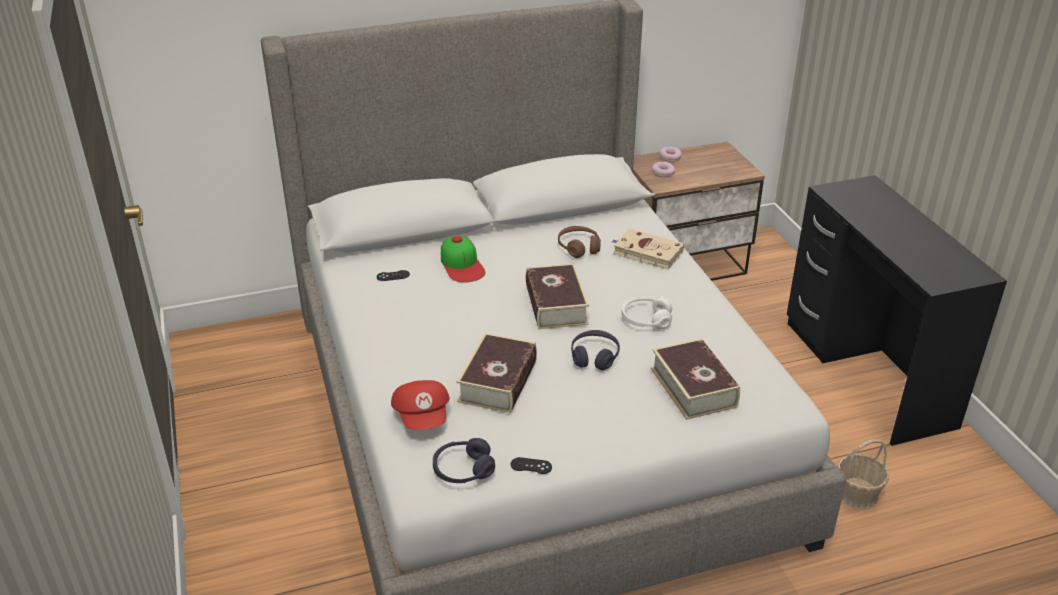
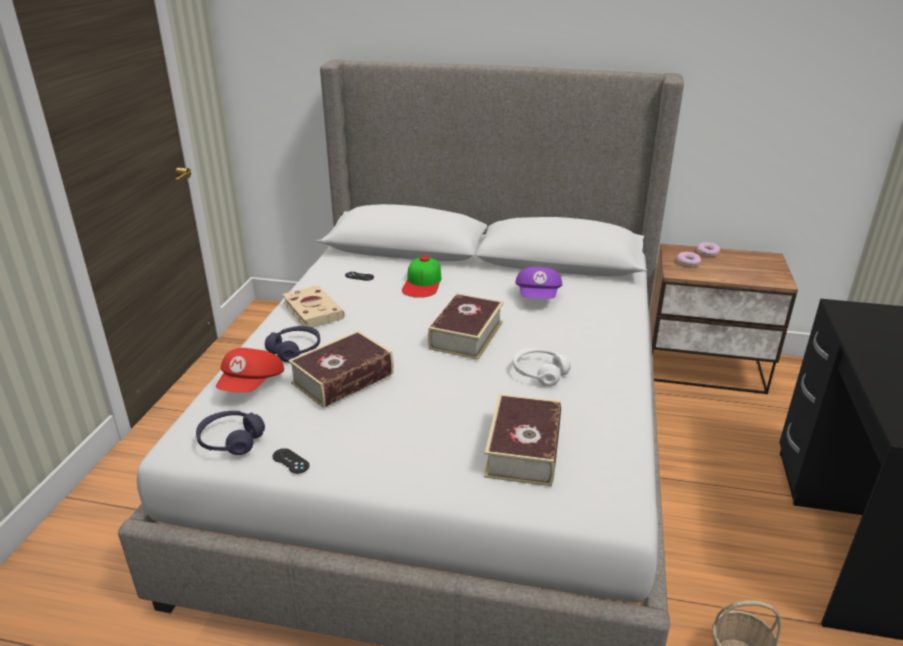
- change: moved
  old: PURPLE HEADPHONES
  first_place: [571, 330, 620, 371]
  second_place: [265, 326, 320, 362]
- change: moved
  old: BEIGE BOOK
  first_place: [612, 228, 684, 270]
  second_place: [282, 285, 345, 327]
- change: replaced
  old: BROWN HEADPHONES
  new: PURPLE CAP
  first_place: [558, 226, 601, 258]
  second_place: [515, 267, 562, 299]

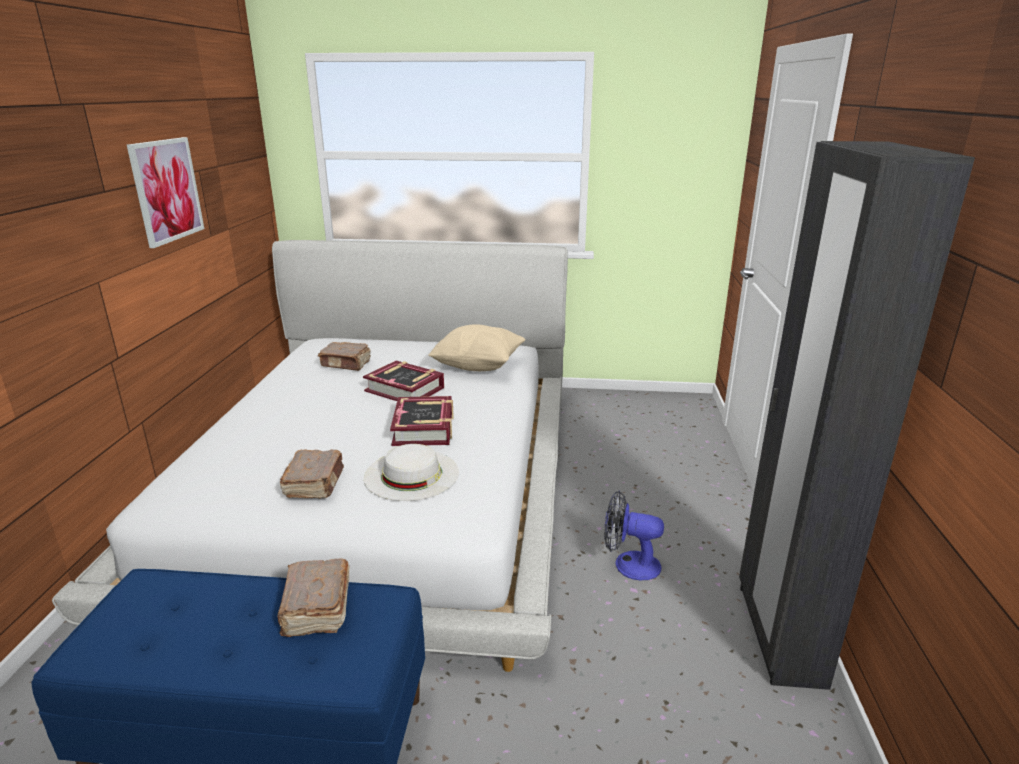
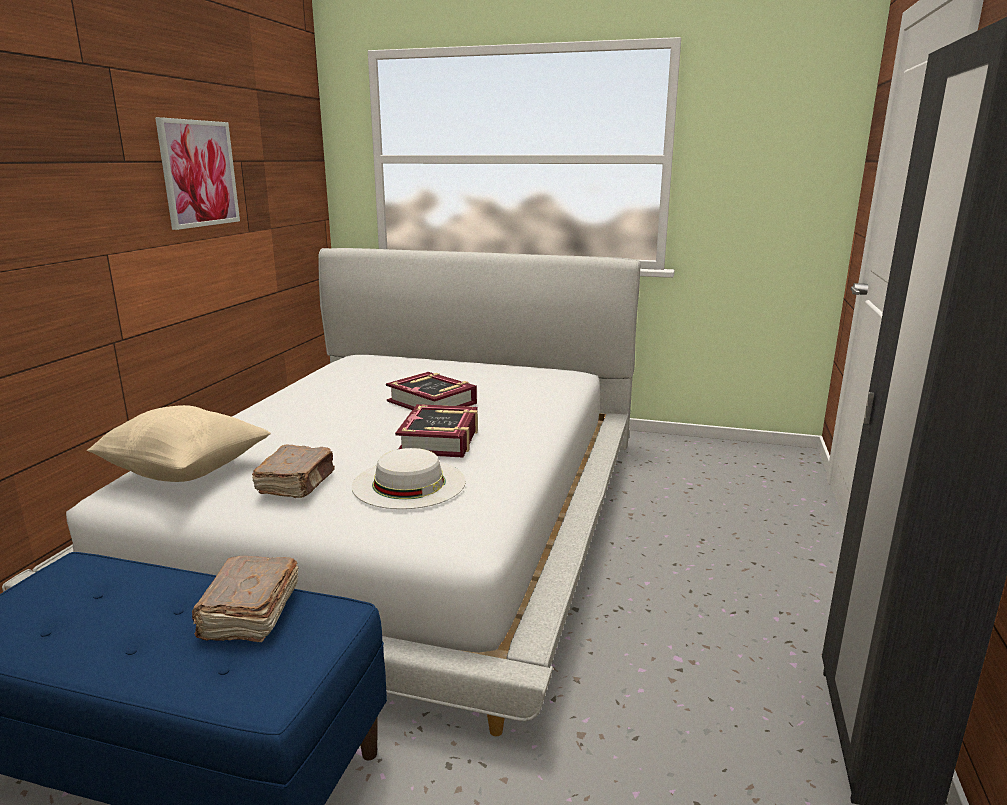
- change: moved
  old: BEIGE PILLOW
  first_place: [428, 324, 526, 371]
  second_place: [87, 405, 271, 482]
- change: removed
  old: BROWN BOOK
  first_place: [318, 342, 371, 371]
- change: removed
  old: FAN
  first_place: [605, 491, 664, 580]

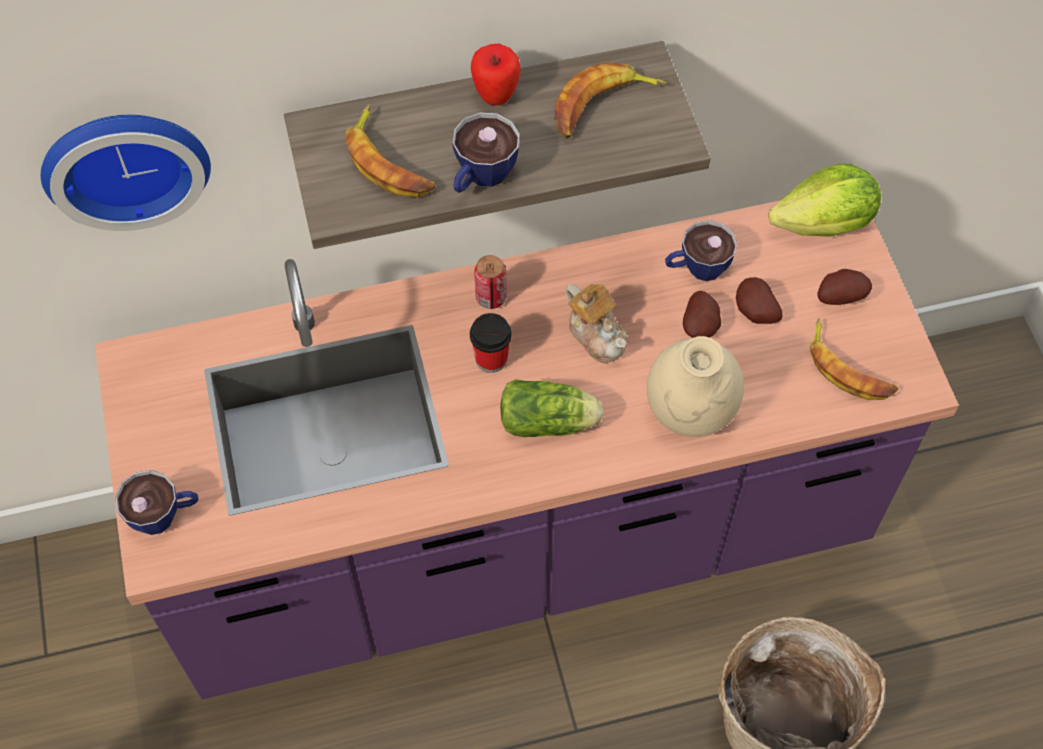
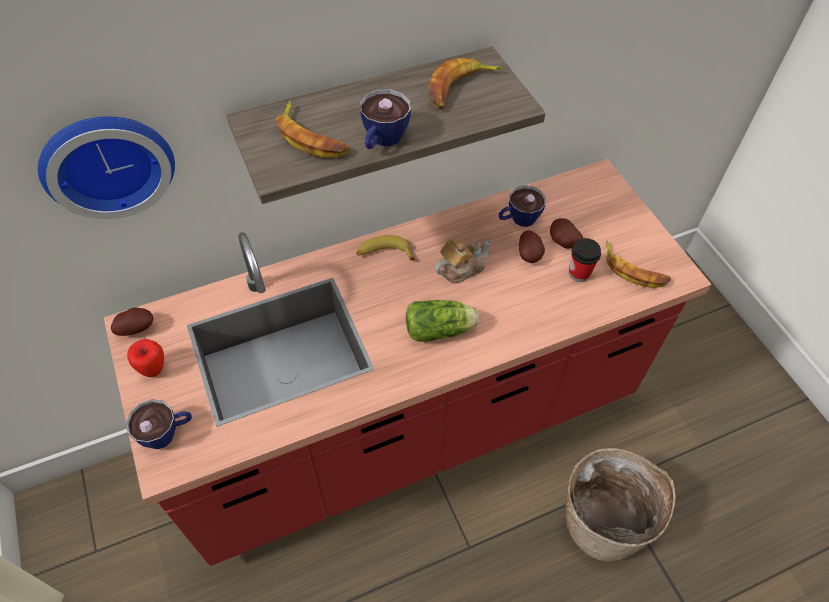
- change: recoloured
  old: PURPLE COUNTER
  new: RED COUNTER
  first_place: [95, 200, 959, 699]
  second_place: [104, 159, 712, 566]
- change: moved
  old: POTATO
  first_place: [818, 269, 872, 305]
  second_place: [111, 308, 153, 336]
- change: moved
  old: APPLE
  first_place: [471, 44, 520, 105]
  second_place: [127, 339, 164, 377]
- change: replaced
  old: CAN
  new: BANANA
  first_place: [474, 255, 506, 309]
  second_place: [356, 235, 415, 260]
- change: turned
  old: TEAPOT
  first_place: [566, 284, 627, 363]
  second_place: [434, 239, 492, 283]
  degrees: -75
- change: moved
  old: CUP
  first_place: [470, 313, 512, 373]
  second_place: [569, 238, 601, 282]
- change: removed
  old: BEIGE VASE
  first_place: [647, 336, 744, 437]
- change: removed
  old: LETTUCE
  first_place: [768, 164, 881, 237]

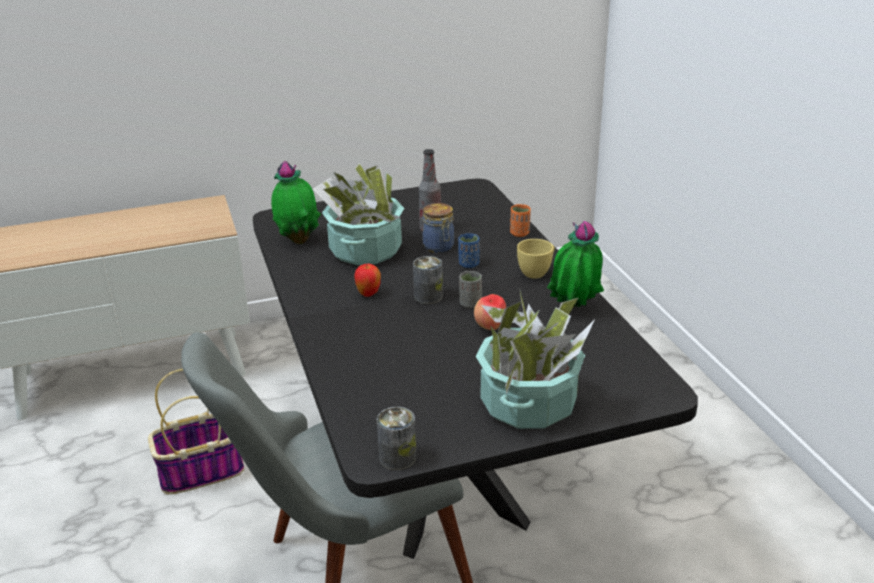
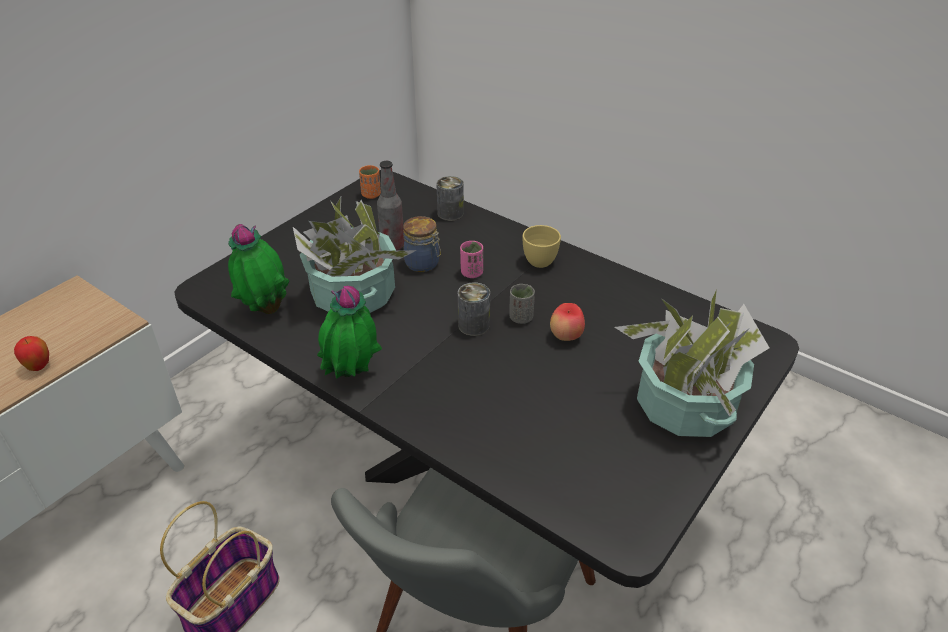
- change: moved
  old: APPLE
  first_place: [354, 264, 381, 297]
  second_place: [14, 336, 49, 371]
- change: moved
  old: POTTED PLANT
  first_place: [547, 221, 604, 308]
  second_place: [317, 286, 382, 379]
- change: moved
  old: ORANGE CUP
  first_place: [510, 204, 531, 237]
  second_place: [359, 165, 381, 199]
- change: moved
  old: CAN
  first_place: [377, 407, 416, 470]
  second_place: [436, 176, 464, 221]
- change: recoloured
  old: BLUE CUP
  new: PINK CUP
  first_place: [458, 233, 480, 268]
  second_place: [460, 241, 483, 278]

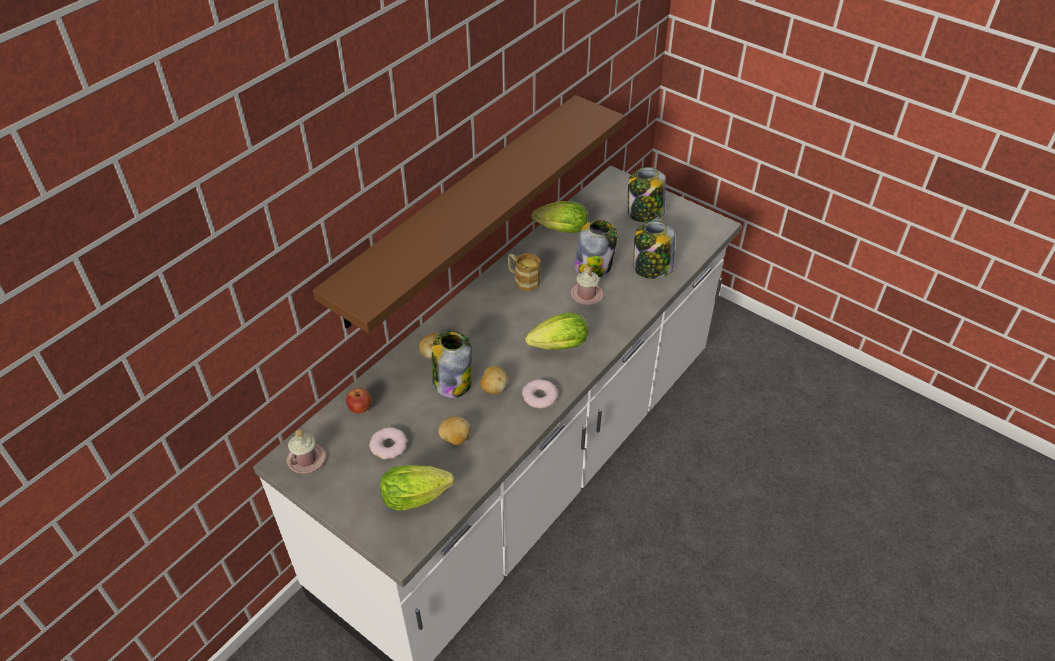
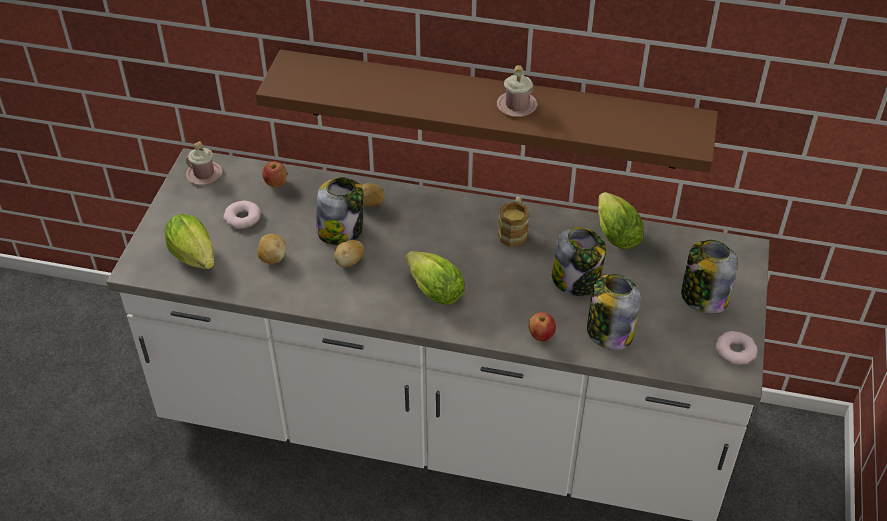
- change: moved
  old: PINK MUG
  first_place: [570, 266, 603, 305]
  second_place: [497, 65, 538, 117]
- change: added
  new: APPLE
  second_place: [528, 312, 556, 341]
- change: moved
  old: DONUT
  first_place: [522, 379, 558, 408]
  second_place: [715, 331, 757, 365]

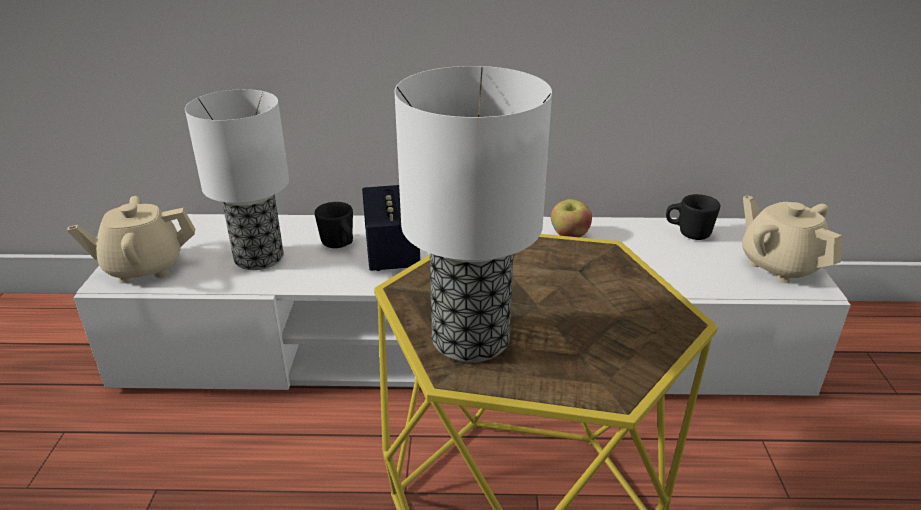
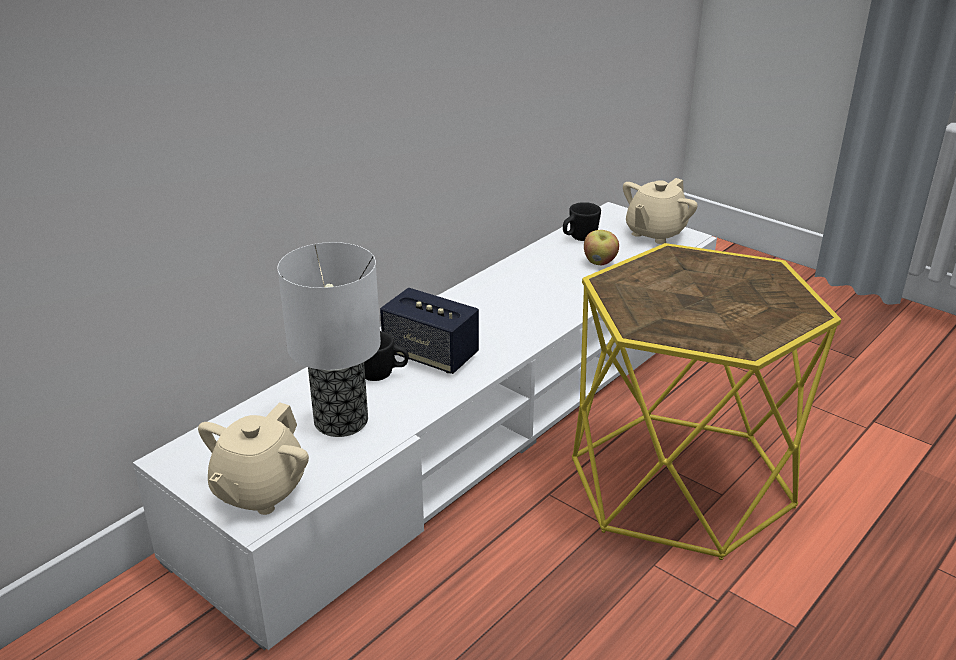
- change: moved
  old: APPLE
  first_place: [551, 199, 592, 237]
  second_place: [584, 230, 619, 265]
- change: turned
  old: BEIGE TEAPOT
  first_place: [742, 195, 842, 283]
  second_place: [623, 178, 698, 244]
  degrees: -60
- change: removed
  old: TABLE LAMP
  first_place: [394, 66, 552, 363]

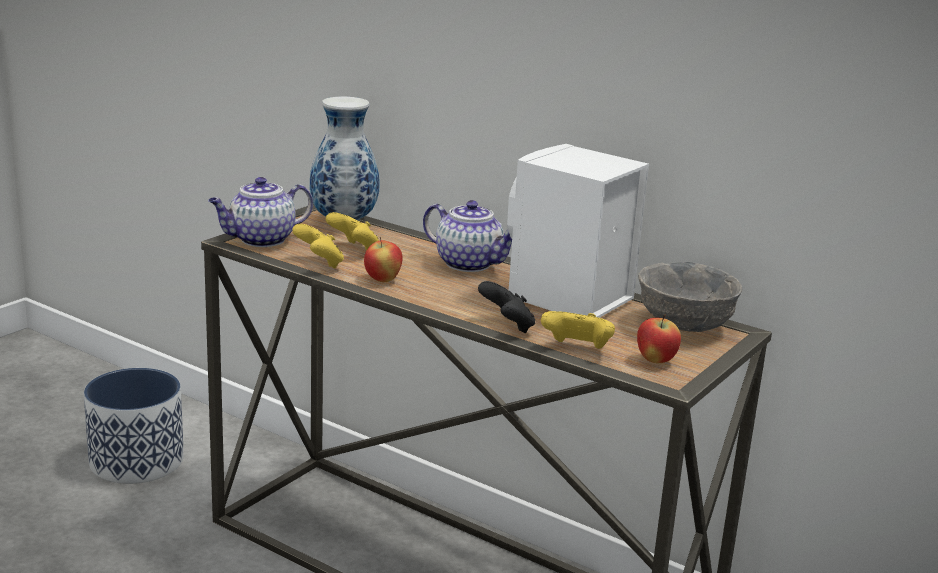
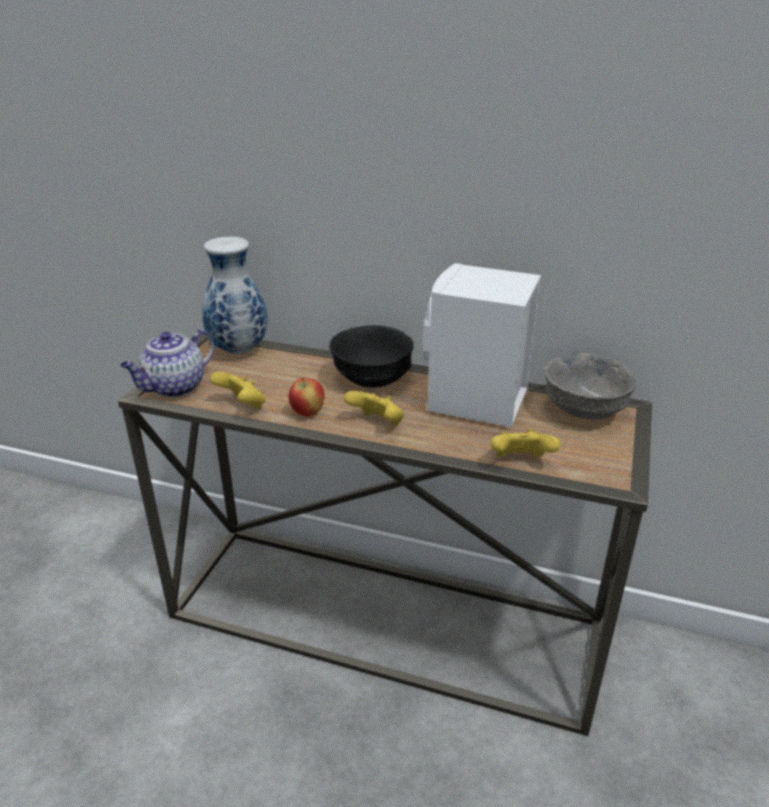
- change: replaced
  old: TEAPOT
  new: BLACK BOWL
  first_place: [423, 200, 512, 272]
  second_place: [329, 325, 414, 387]
- change: moved
  old: YELLOW GAME CONTROLLER
  first_place: [326, 212, 379, 251]
  second_place: [344, 391, 404, 426]
- change: removed
  old: PLANTER
  first_place: [84, 368, 184, 484]
- change: removed
  old: BLACK GAME CONTROLLER
  first_place: [478, 281, 535, 333]
- change: removed
  old: APPLE
  first_place: [637, 315, 681, 363]

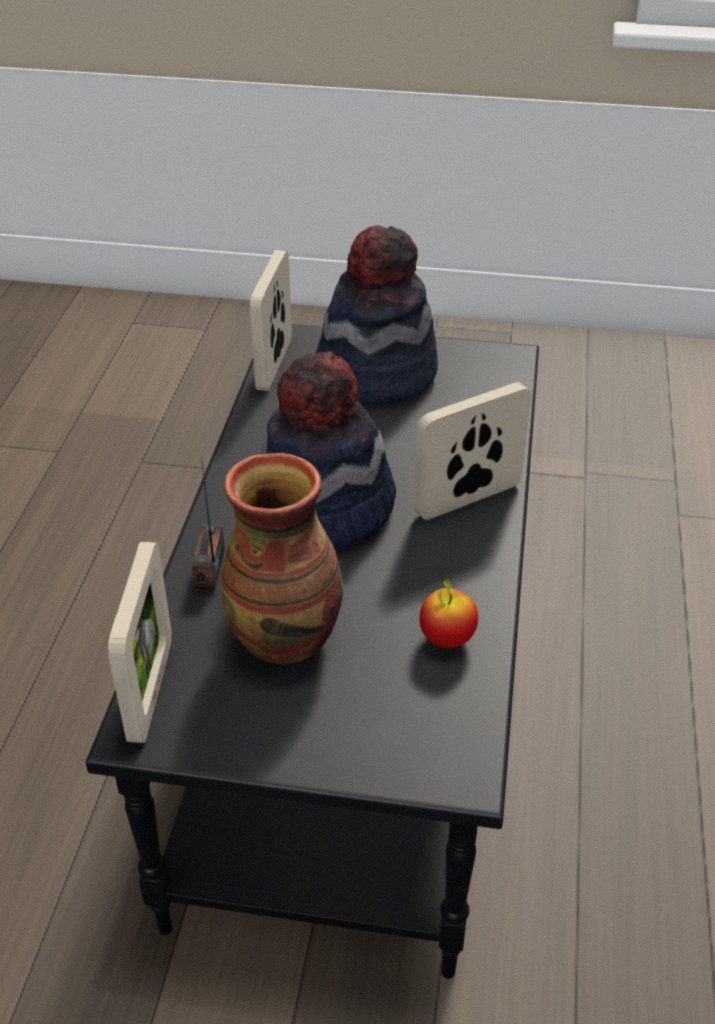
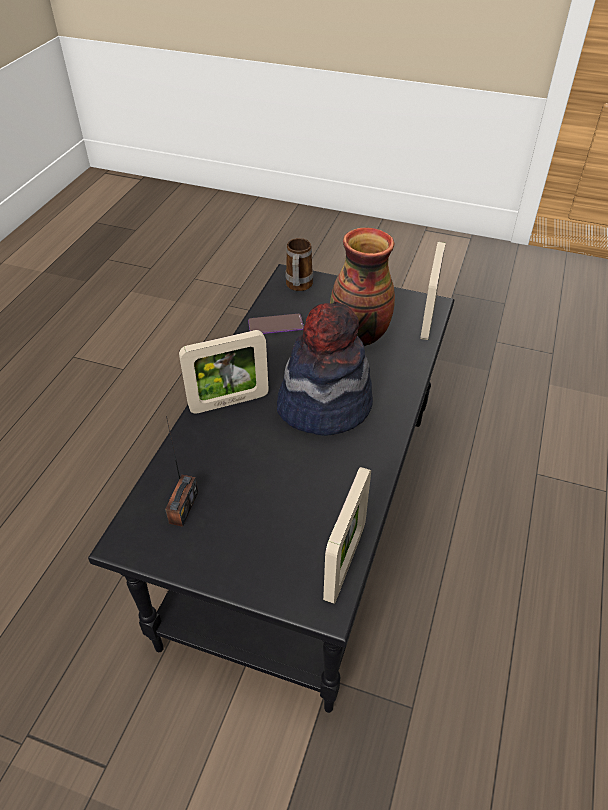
- change: moved
  old: RADIO
  first_place: [191, 457, 225, 592]
  second_place: [165, 416, 198, 527]
- change: replaced
  old: APPLE
  new: PHONE
  first_place: [419, 578, 478, 648]
  second_place: [248, 314, 304, 334]
- change: added
  new: MUG
  second_place: [286, 238, 313, 291]
- change: removed
  old: HAT
  first_place: [316, 225, 438, 404]

